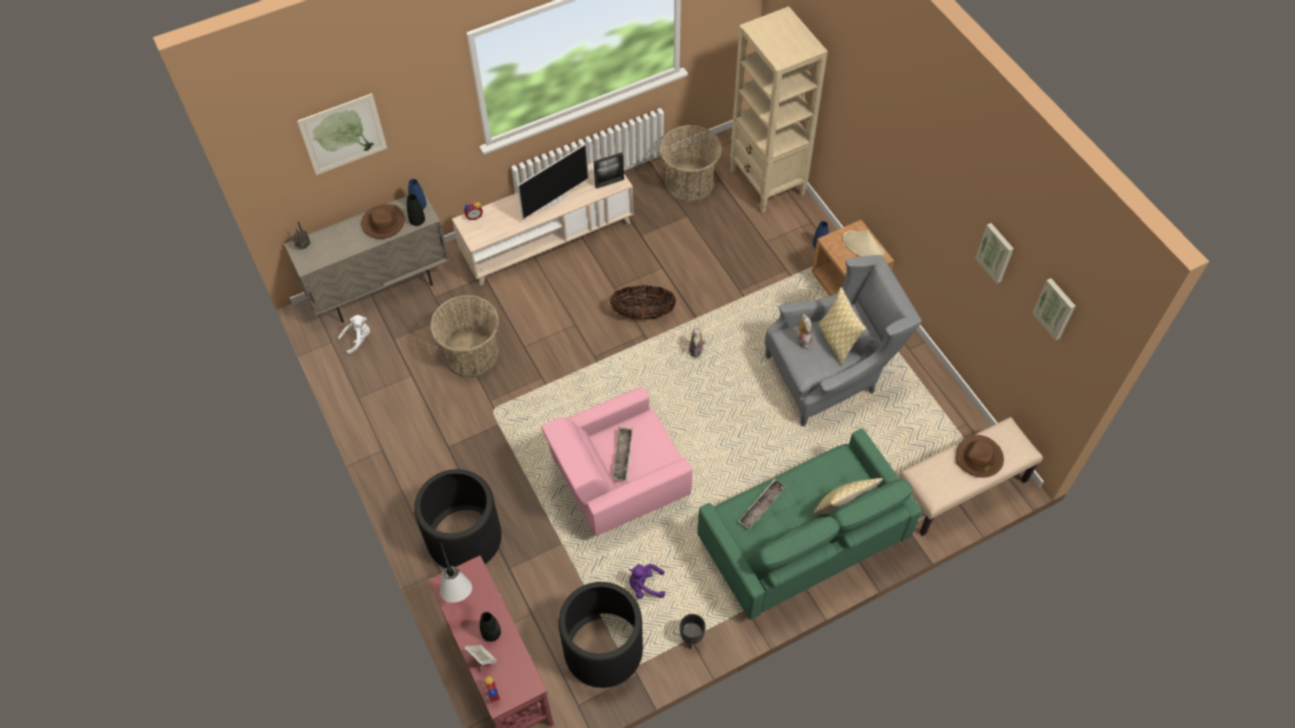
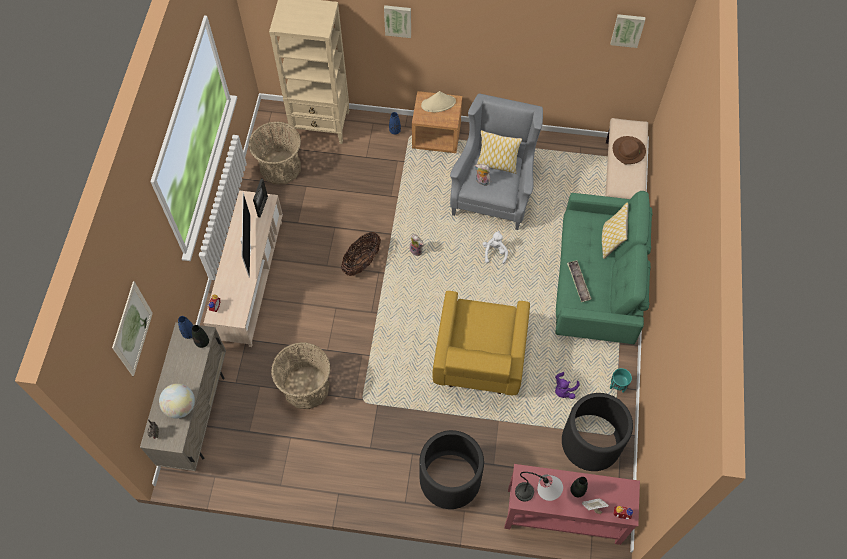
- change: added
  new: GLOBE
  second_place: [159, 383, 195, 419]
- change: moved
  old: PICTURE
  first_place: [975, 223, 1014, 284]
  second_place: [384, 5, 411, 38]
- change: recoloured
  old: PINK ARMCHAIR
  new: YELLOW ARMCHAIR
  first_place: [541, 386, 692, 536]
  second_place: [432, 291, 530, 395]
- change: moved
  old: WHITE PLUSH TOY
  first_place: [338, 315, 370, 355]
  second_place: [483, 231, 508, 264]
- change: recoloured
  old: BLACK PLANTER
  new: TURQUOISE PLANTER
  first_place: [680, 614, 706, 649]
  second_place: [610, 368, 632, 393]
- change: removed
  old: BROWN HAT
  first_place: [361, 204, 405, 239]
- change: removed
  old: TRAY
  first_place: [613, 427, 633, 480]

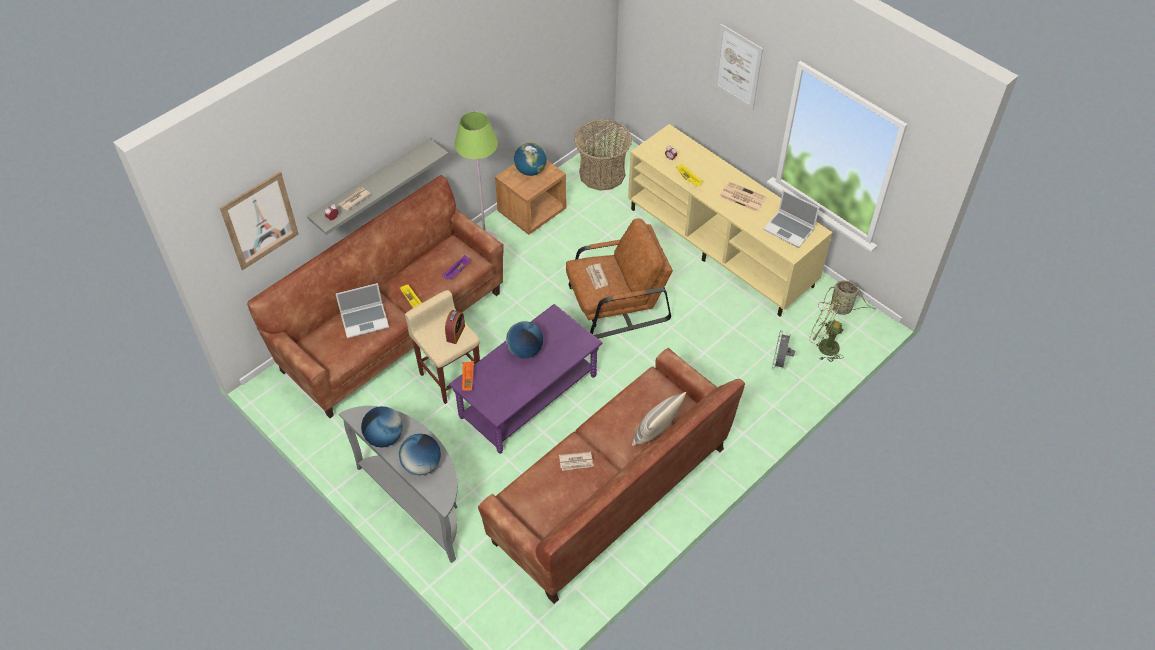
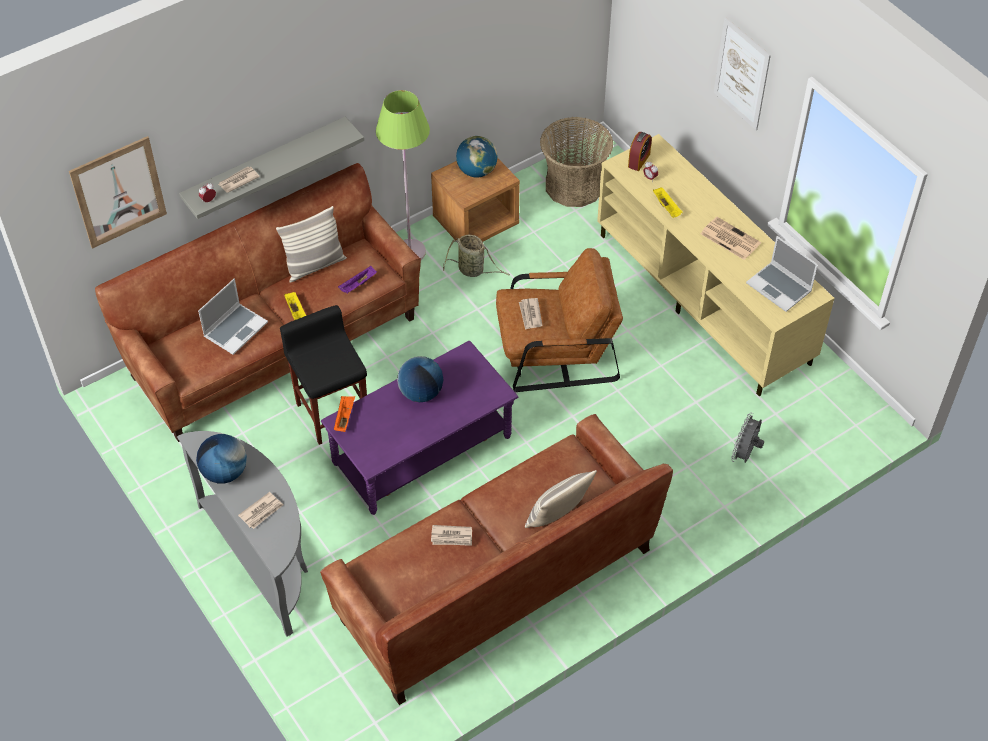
- change: turned
  old: LAPTOP
  first_place: [336, 283, 389, 338]
  second_place: [198, 279, 268, 355]
  degrees: -45
- change: replaced
  old: GLOBE
  new: NEWSPAPER
  first_place: [399, 434, 441, 475]
  second_place: [238, 492, 283, 529]
- change: added
  new: PILLOW
  second_place: [276, 206, 347, 283]
- change: recoloured
  old: BEIGE STOOL
  new: BLACK STOOL
  first_place: [405, 290, 480, 404]
  second_place: [280, 305, 367, 445]
- change: moved
  old: BASKET
  first_place: [818, 280, 876, 315]
  second_place: [443, 235, 510, 277]
- change: moved
  old: ALARM CLOCK
  first_place: [445, 310, 465, 344]
  second_place: [628, 132, 652, 171]
- change: removed
  old: GREEN FAN
  first_place: [809, 301, 844, 362]

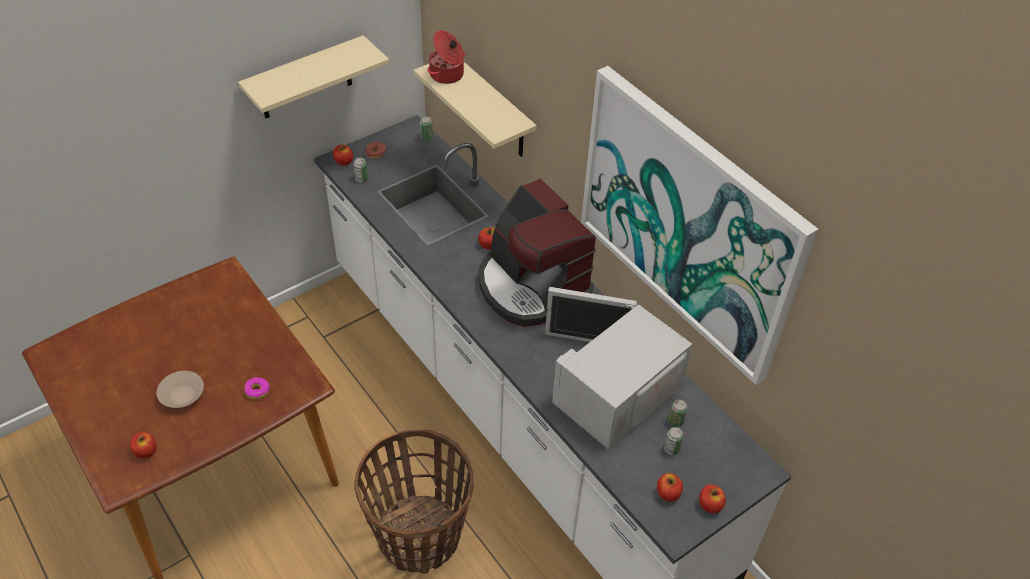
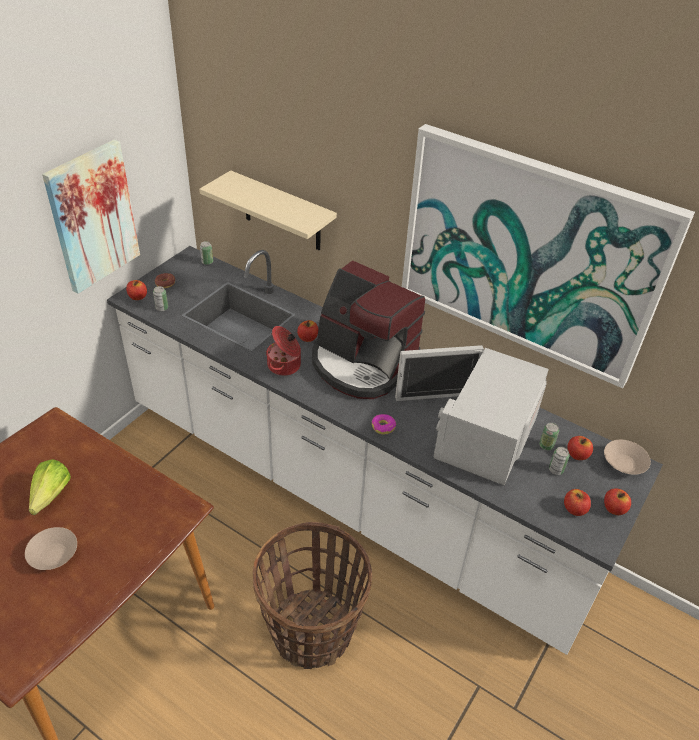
- change: added
  new: LETTUCE
  second_place: [29, 459, 71, 515]
- change: replaced
  old: BEIGE SHELF
  new: PICTURE
  first_place: [238, 35, 389, 118]
  second_place: [42, 139, 140, 294]
- change: moved
  old: COOKING POT
  first_place: [427, 30, 466, 84]
  second_place: [266, 326, 301, 376]
- change: moved
  old: DONUT
  first_place: [244, 377, 270, 400]
  second_place: [372, 414, 396, 435]
- change: moved
  old: APPLE
  first_place: [130, 432, 157, 459]
  second_place: [567, 436, 593, 460]
- change: added
  new: BEIGE BOWL
  second_place: [604, 440, 651, 475]

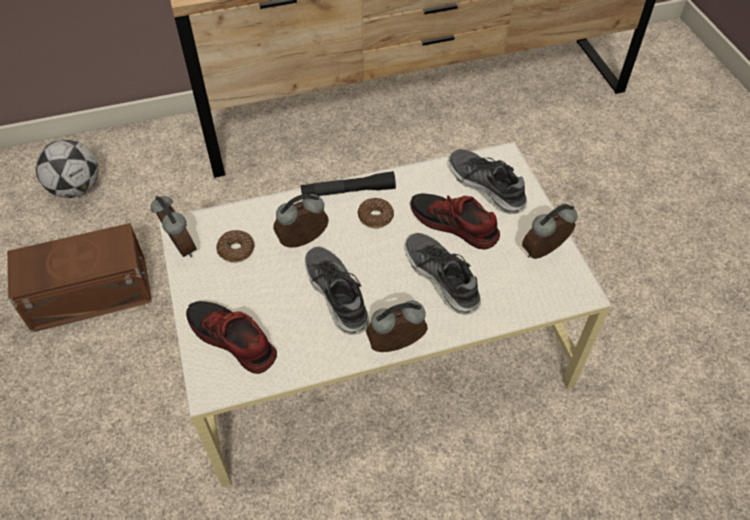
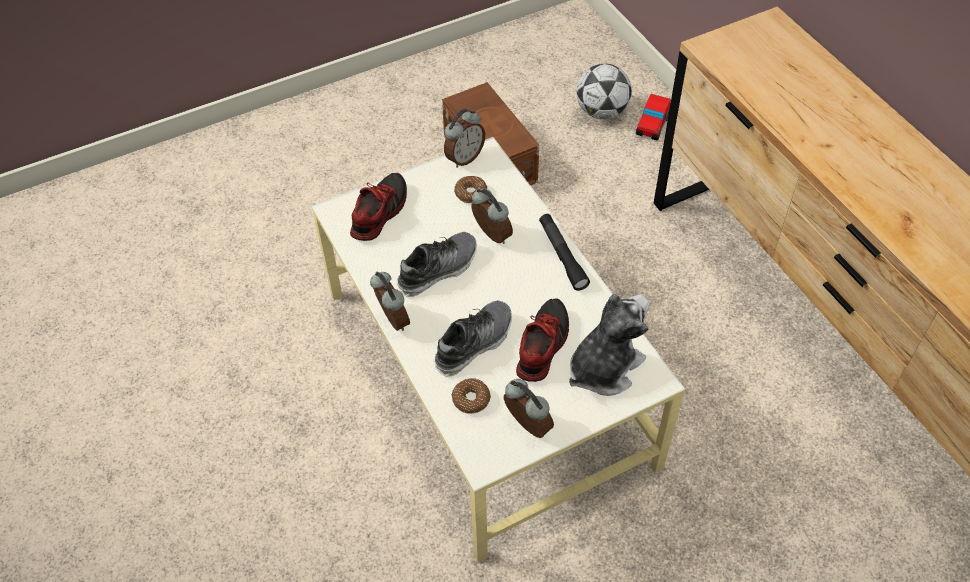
- change: moved
  old: DONUT
  first_place: [358, 198, 394, 228]
  second_place: [452, 378, 491, 414]
- change: replaced
  old: SHOE
  new: PLUSH TOY
  first_place: [448, 149, 527, 214]
  second_place: [569, 293, 650, 396]
- change: added
  new: TOY CAR
  second_place: [636, 94, 671, 140]

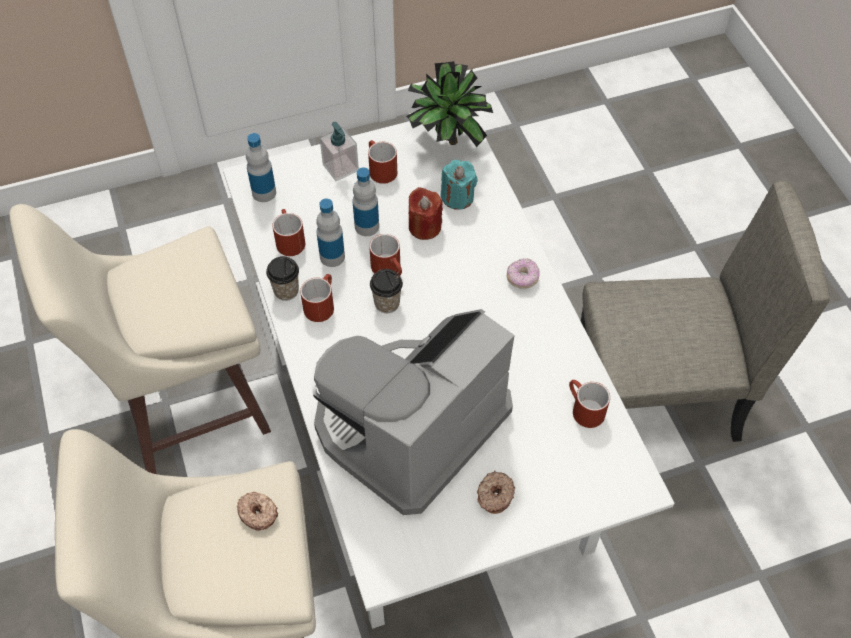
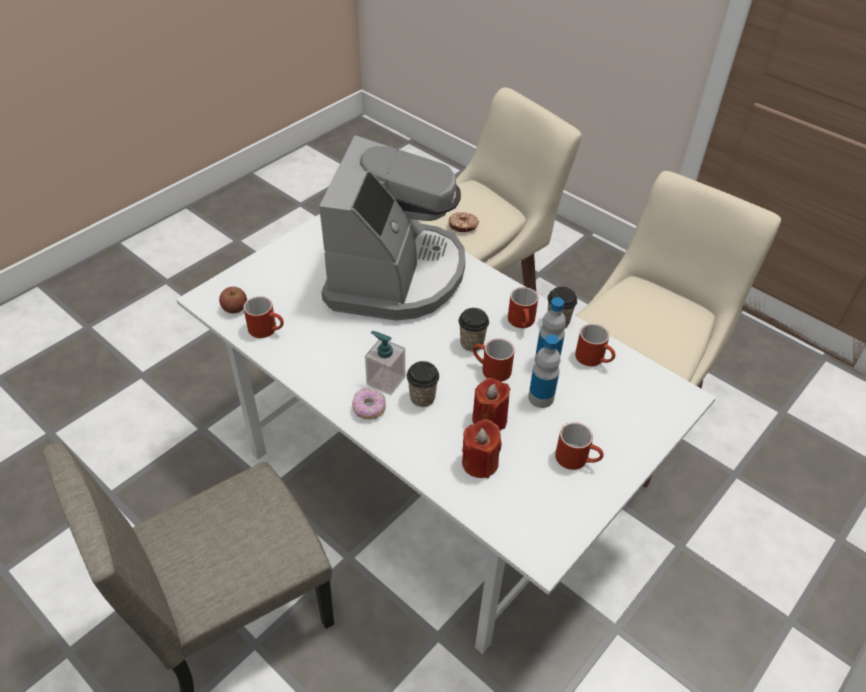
- change: added
  new: APPLE
  second_place: [219, 287, 247, 314]
- change: moved
  old: SOAP DISPENSER
  first_place: [320, 122, 359, 181]
  second_place: [365, 331, 405, 395]
- change: added
  new: CUP
  second_place: [407, 361, 439, 407]
- change: recoloured
  old: TURQUOISE CANDLE
  new: RED CANDLE
  first_place: [441, 160, 478, 210]
  second_place: [462, 419, 502, 478]
- change: removed
  old: BOTTLE
  first_place: [246, 133, 276, 202]
- change: removed
  old: POTTED PLANT
  first_place: [406, 61, 493, 147]
- change: removed
  old: DONUT
  first_place: [477, 471, 515, 514]

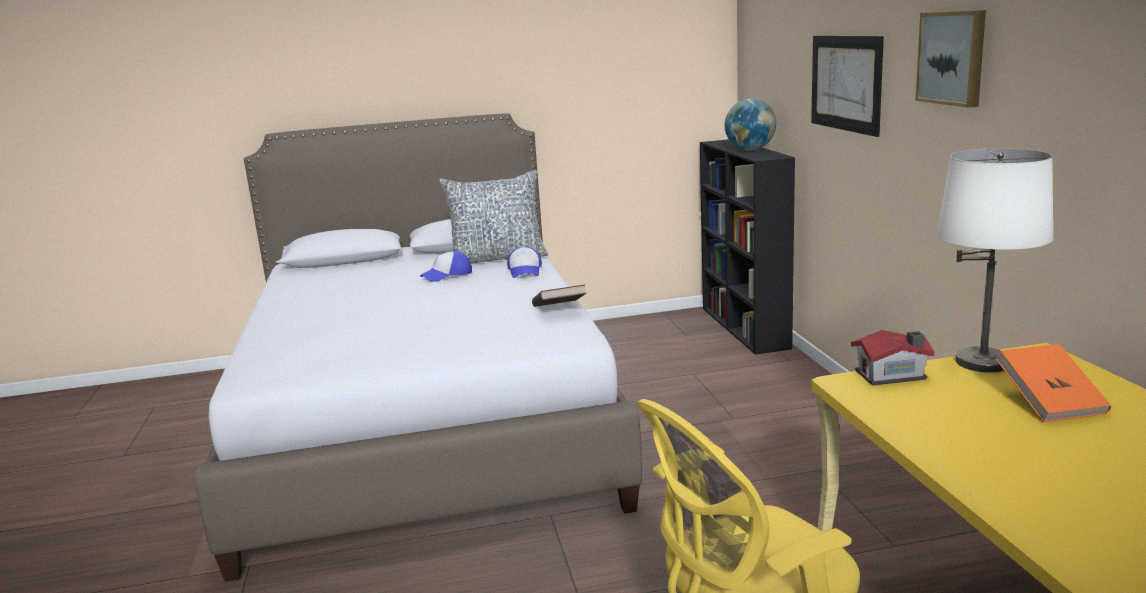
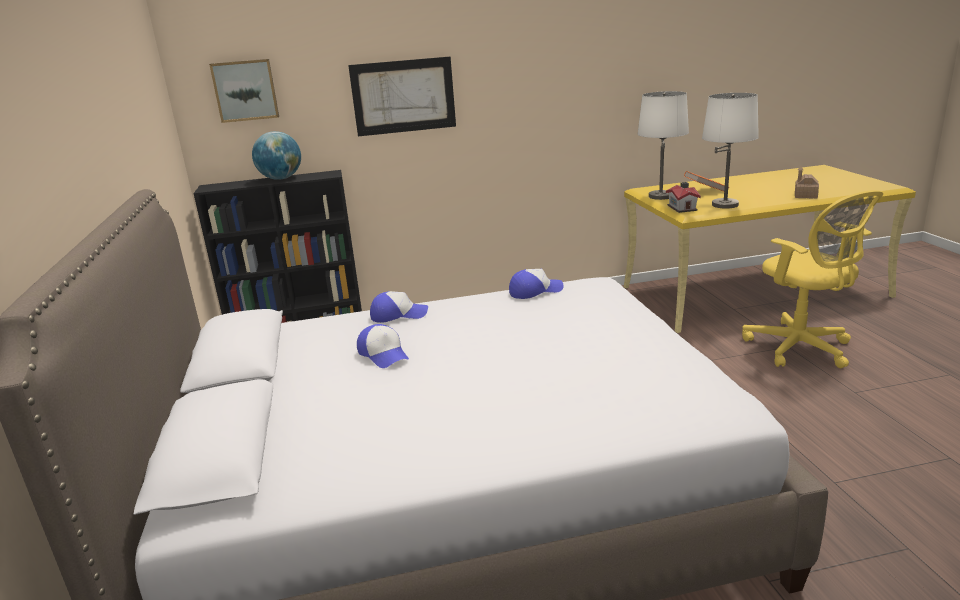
- change: moved
  old: PICTURE
  first_place: [915, 10, 986, 108]
  second_place: [209, 59, 279, 123]
- change: replaced
  old: BROWN BOOK
  new: CAP
  first_place: [532, 285, 587, 307]
  second_place: [509, 269, 563, 299]
- change: added
  new: WHITE TABLE LAMP
  second_place: [702, 93, 759, 209]
- change: added
  new: TOY HOUSE
  second_place: [795, 167, 819, 199]
- change: removed
  old: PILLOW
  first_place: [439, 170, 548, 264]

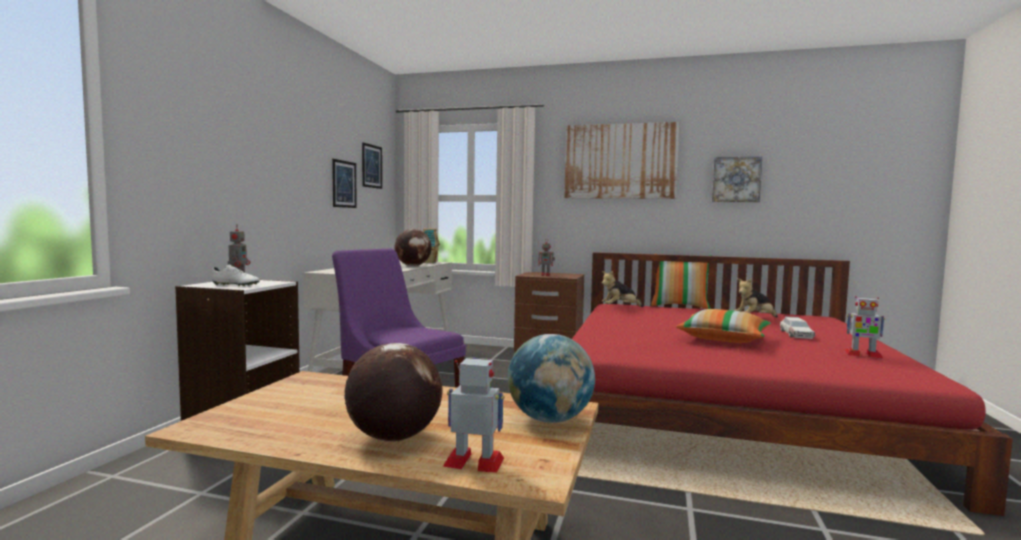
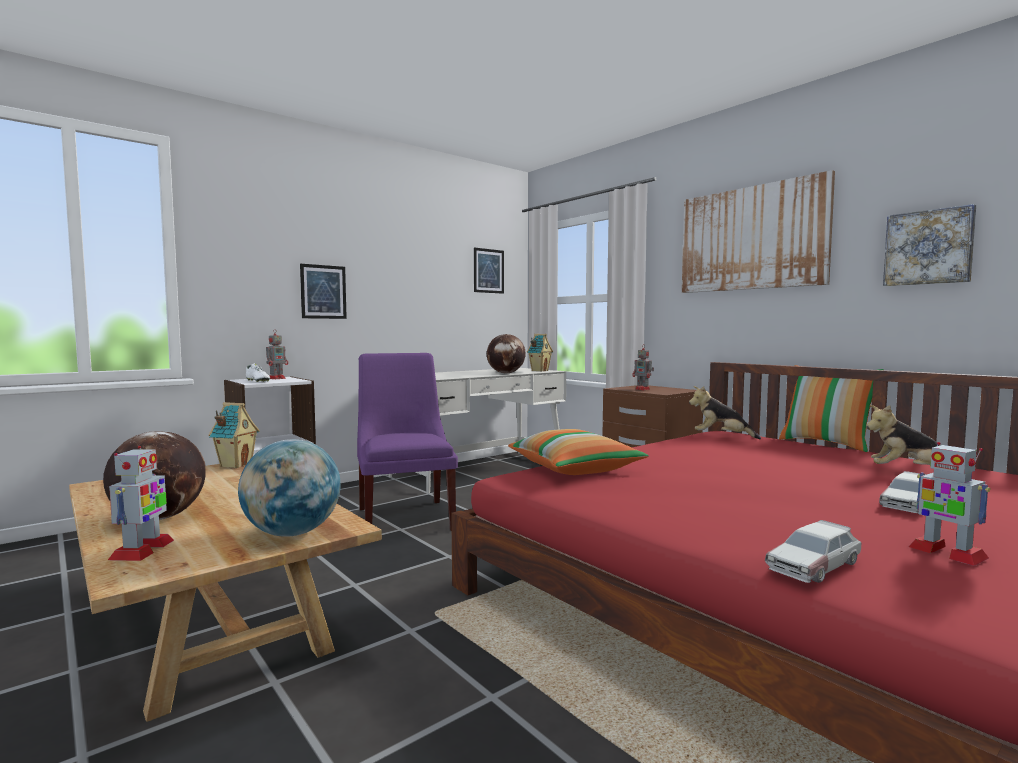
- change: turned
  old: TOY ROBOT
  first_place: [443, 358, 505, 473]
  second_place: [108, 446, 174, 561]
  degrees: 45
- change: added
  new: TOY HOUSE
  second_place: [209, 402, 260, 468]
- change: moved
  old: PICTURE
  first_place: [332, 159, 357, 208]
  second_place: [300, 264, 347, 319]
- change: moved
  old: PILLOW
  first_place: [676, 309, 771, 343]
  second_place: [508, 429, 649, 475]
- change: added
  new: TOY CAR
  second_place: [765, 520, 861, 583]

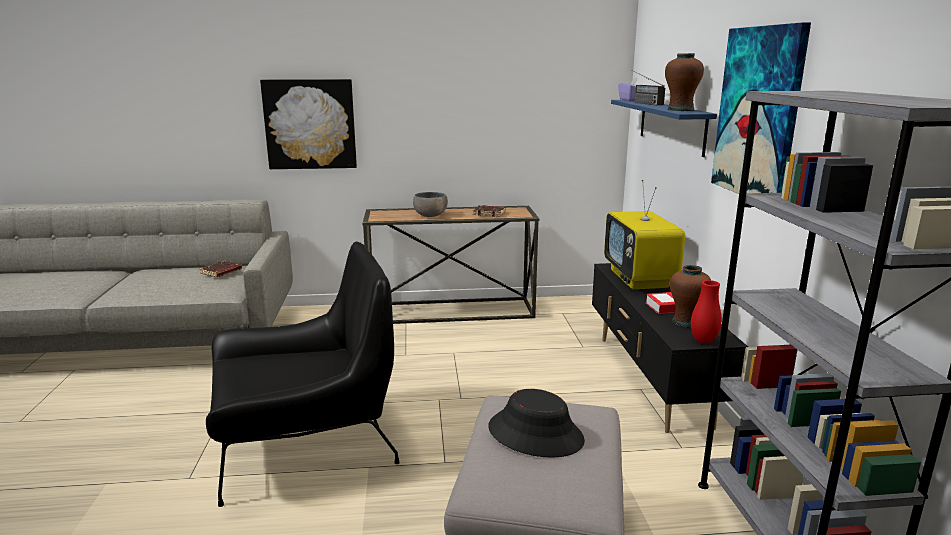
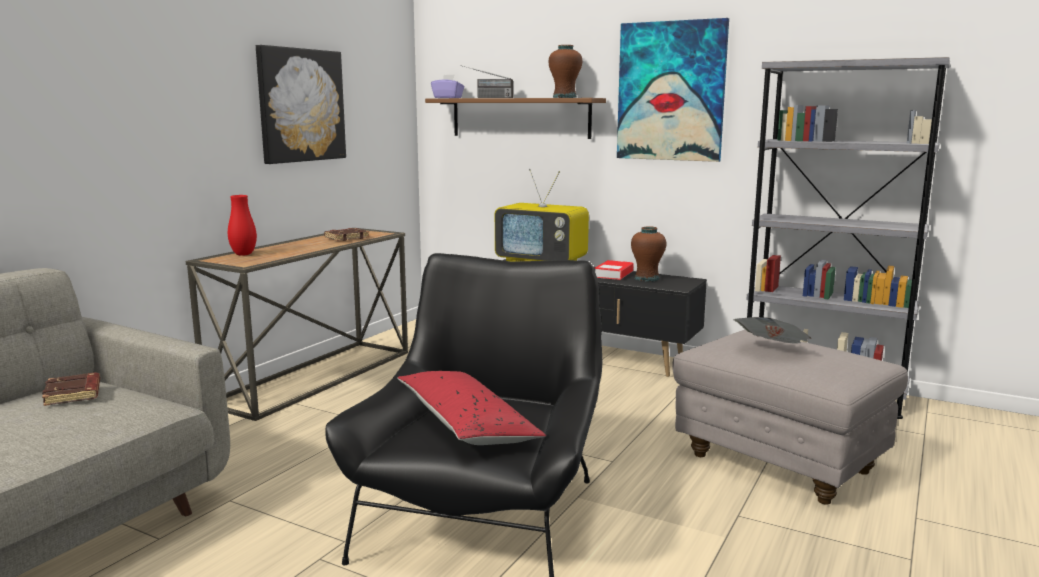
- change: moved
  old: RED VASE
  first_place: [691, 280, 722, 344]
  second_place: [228, 195, 257, 256]
- change: moved
  old: PICTURE
  first_place: [260, 79, 357, 169]
  second_place: [256, 45, 346, 164]
- change: added
  new: RED PILLOW
  second_place: [397, 371, 546, 445]
- change: recoloured
  old: BLUE SHELF
  new: BROWN SHELF
  first_place: [611, 100, 717, 157]
  second_place: [425, 98, 606, 139]
- change: replaced
  old: BLACK HAT
  new: NEWSPAPER
  first_place: [488, 389, 585, 458]
  second_place: [734, 317, 811, 344]
- change: removed
  old: GREY BOWL
  first_place: [413, 192, 448, 217]

